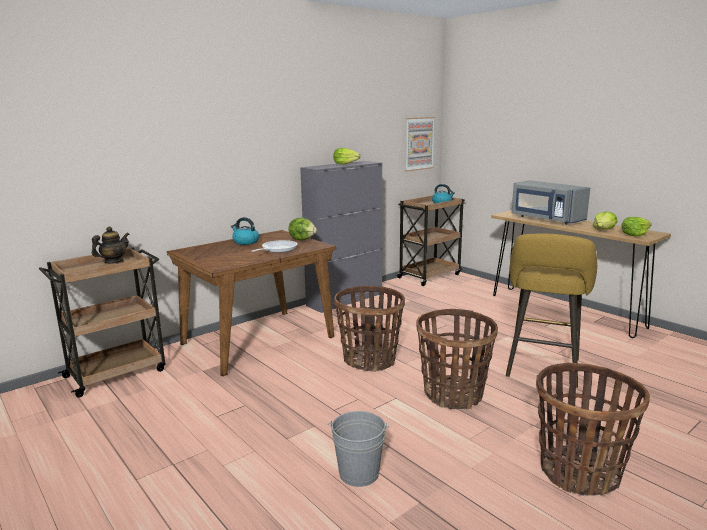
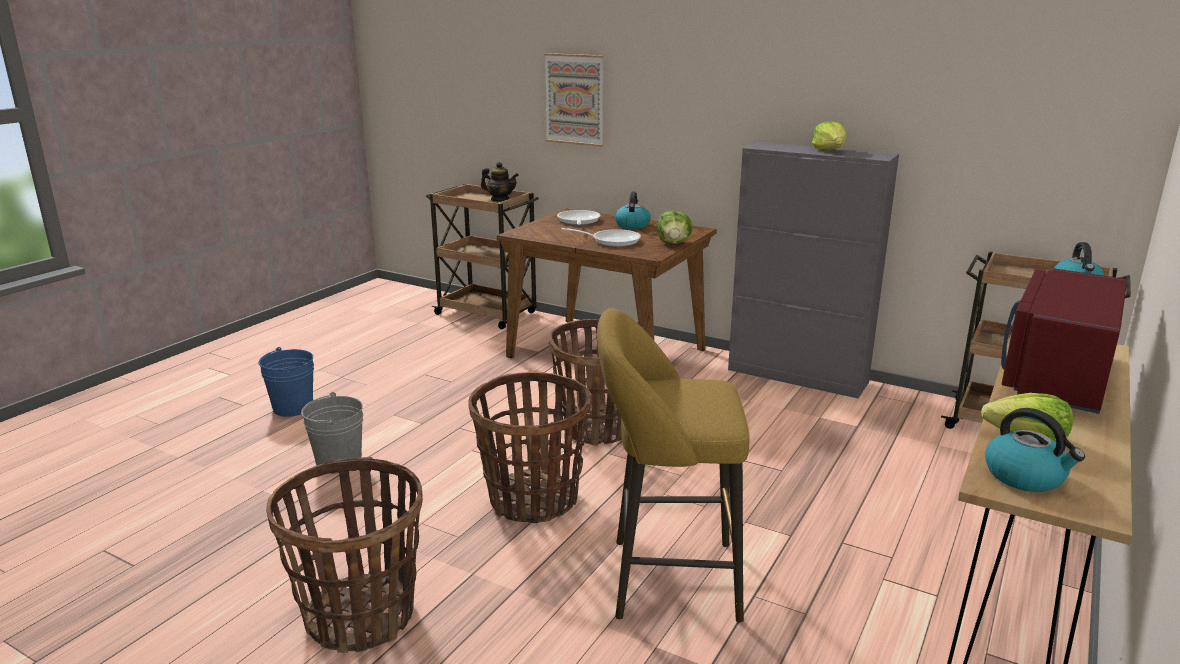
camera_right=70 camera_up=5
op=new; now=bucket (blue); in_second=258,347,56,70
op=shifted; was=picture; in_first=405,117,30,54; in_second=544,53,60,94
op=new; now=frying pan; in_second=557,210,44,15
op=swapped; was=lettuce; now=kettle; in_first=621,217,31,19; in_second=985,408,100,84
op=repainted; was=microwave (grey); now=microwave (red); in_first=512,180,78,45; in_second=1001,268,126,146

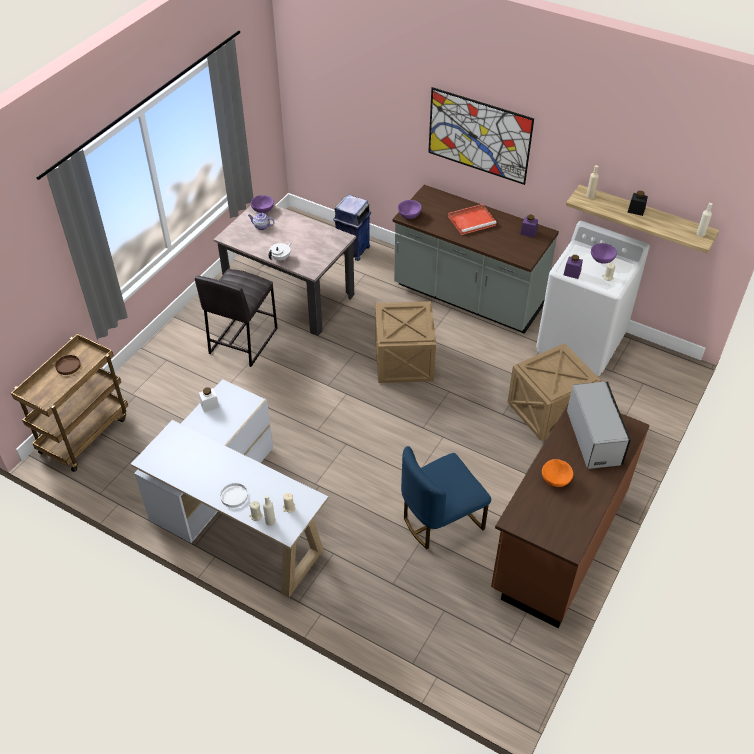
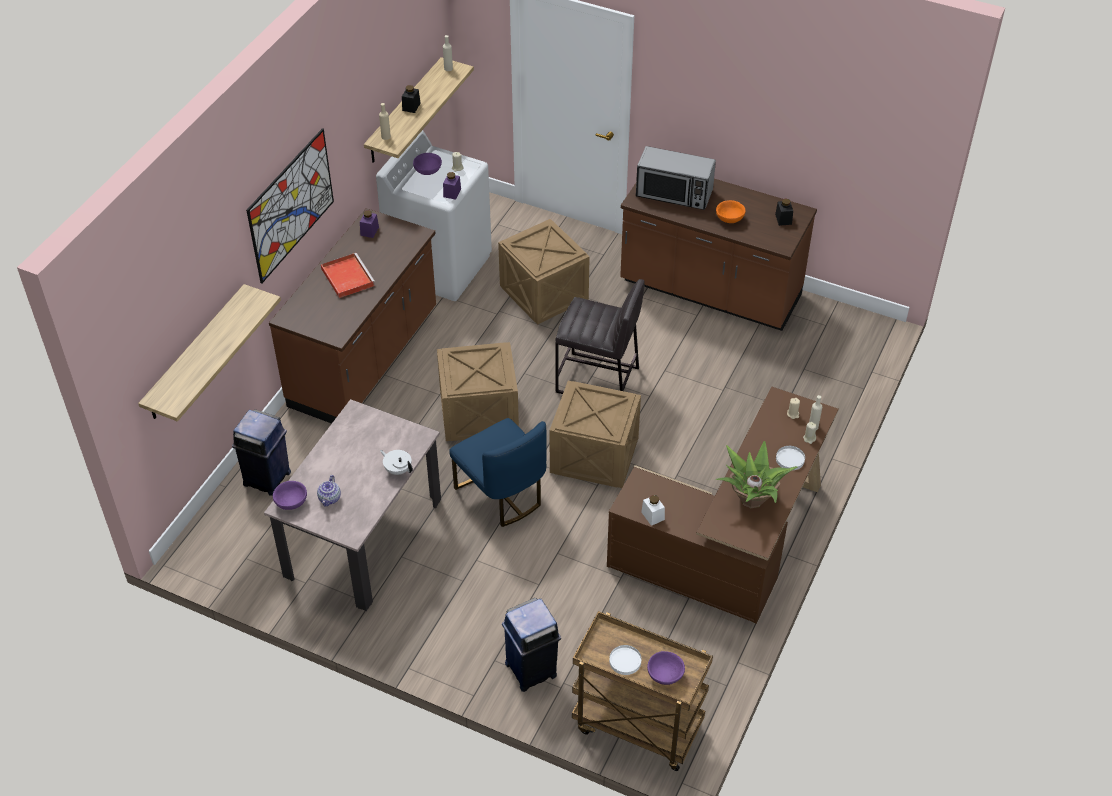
camera_right=-95 camera_up=0
op=new; now=shelf; in_second=138,284,143,138
op=repainted; was=counter (grey); now=counter (brown); in_first=393,185,166,149; in_second=269,208,167,216
op=shifted; was=chair (blue); in_first=401,446,90,103; in_second=449,418,98,109
op=new; now=trash can (blue); in_second=502,598,59,94
op=new; now=crate; in_second=550,381,91,107
op=shifted; was=stool (grey); in_first=195,269,82,98; in_second=555,279,90,115
op=repainted; was=desk (white); now=desk (brown); in_first=131,379,198,219; in_second=607,387,232,237
op=repainted; was=plate (brown); now=plate (white); in_first=55,355,26,20; in_second=609,645,32,30
op=rotated; was=microwave; in_first=567,382,64,87; in_second=636,146,80,64; clockwise=-150
op=shifted; was=bowl (purple); in_first=398,200,24,19; in_second=647,651,38,34
op=new; now=potted plant; in_second=716,441,81,67
op=new; now=jar (black); in_second=775,199,18,27

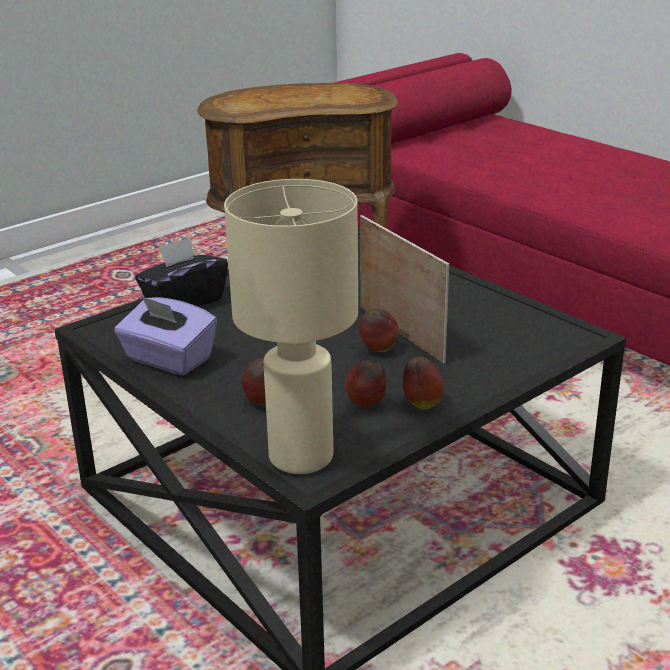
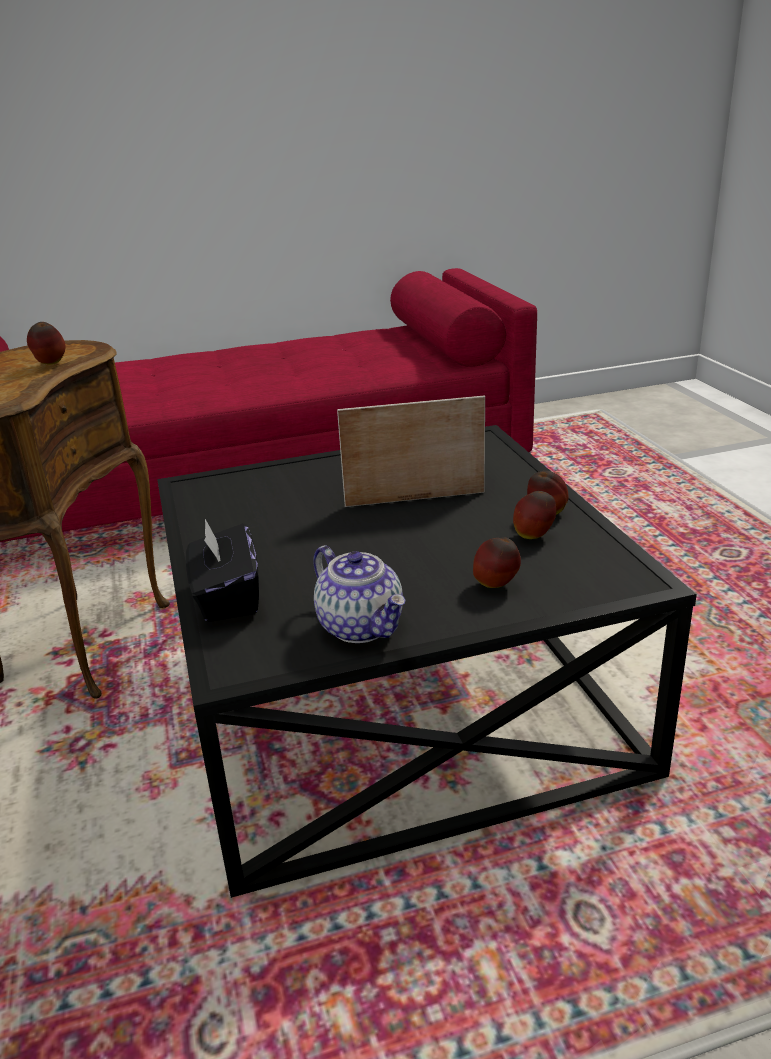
camera_right=-65 camera_up=0
op=shifted; was=apple; in_first=359,309,39,43; in_second=27,322,39,43
op=swapped; was=tissue box (purple); now=teapot; in_first=114,296,103,79; in_second=313,545,92,98
op=gone; was=table lamp (beige); in_first=224,179,134,295

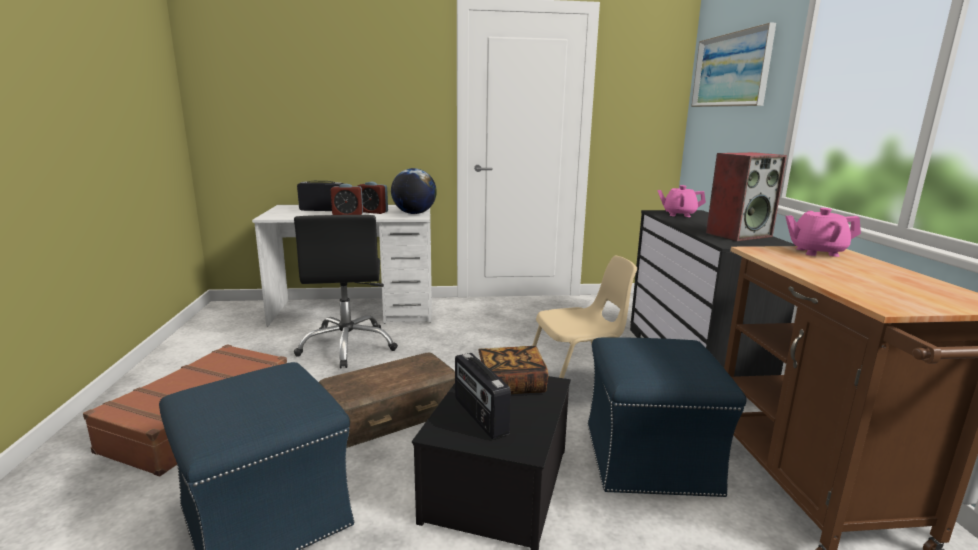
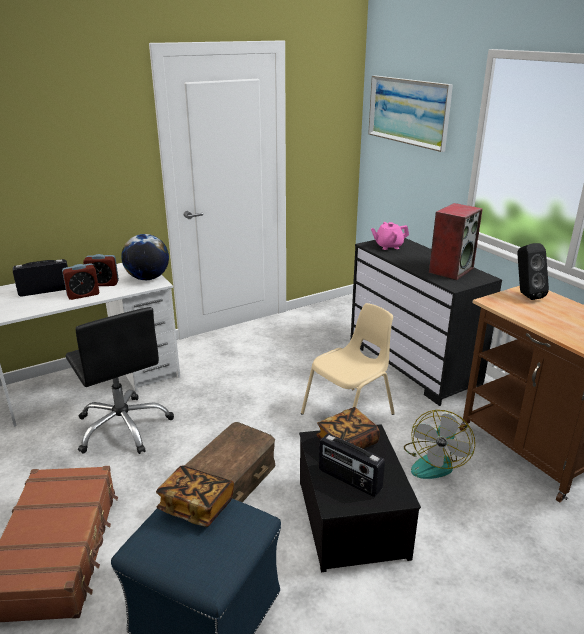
camera_right=-25 camera_up=10
op=new; now=book; in_second=156,465,78,62
op=swapped; was=ottoman (blue); now=fan; in_first=587,337,160,160; in_second=404,410,71,69
op=swapped; was=teapot (pink); now=speaker (black); in_first=785,208,76,49; in_second=517,243,32,57

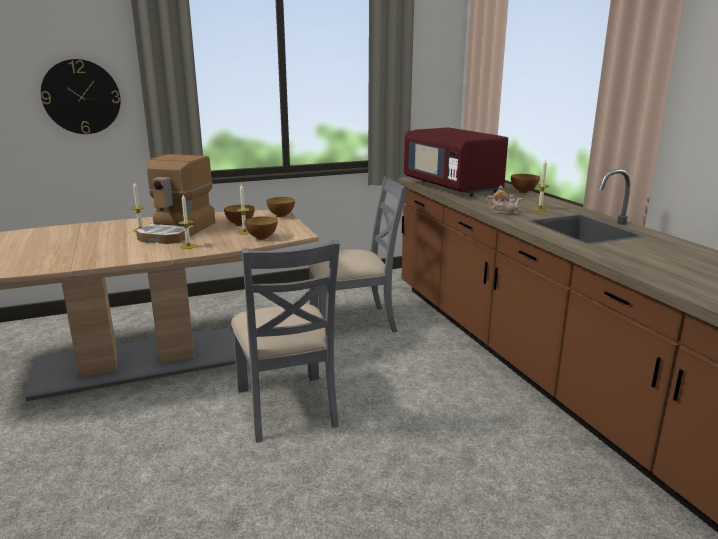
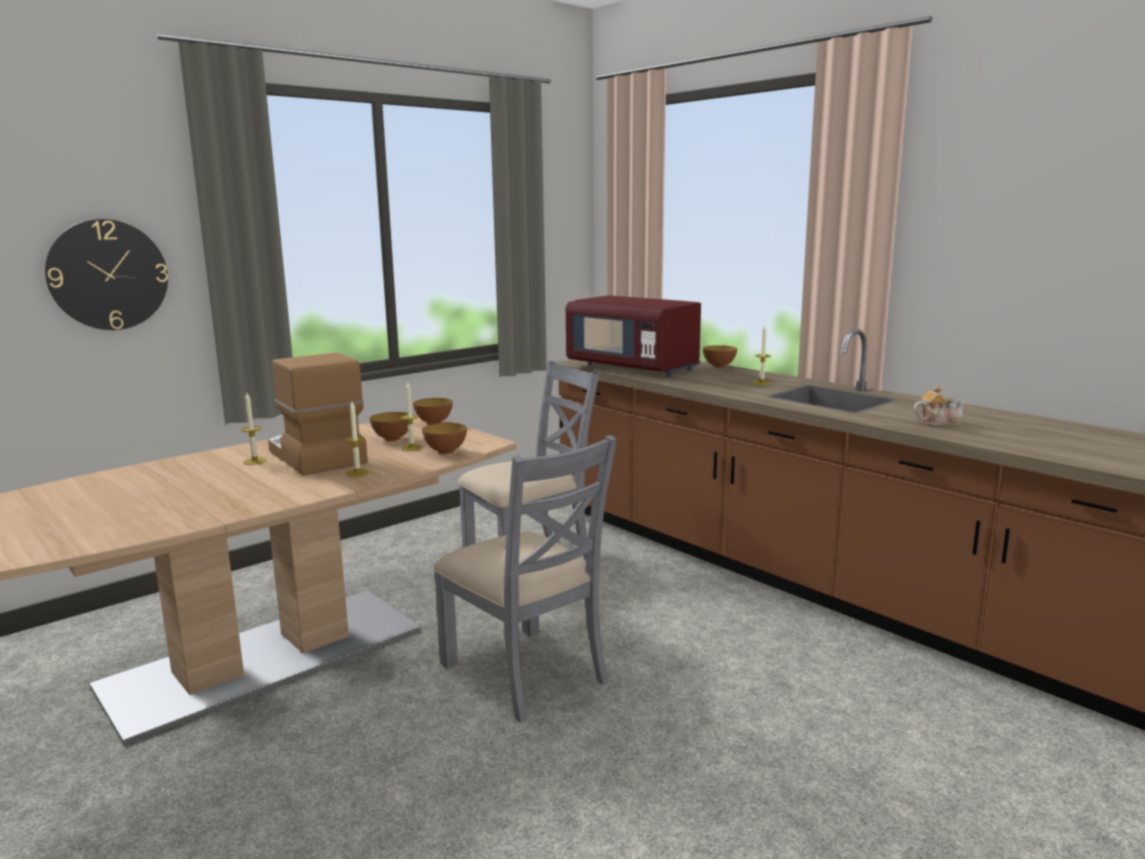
camera_right=-20 camera_up=-5
op=rotated; was=coffee machine; in_first=136,154,79,90; in_second=268,352,100,124; clockwise=150
op=shifted; was=teapot; in_first=486,185,36,30; in_second=914,386,52,40

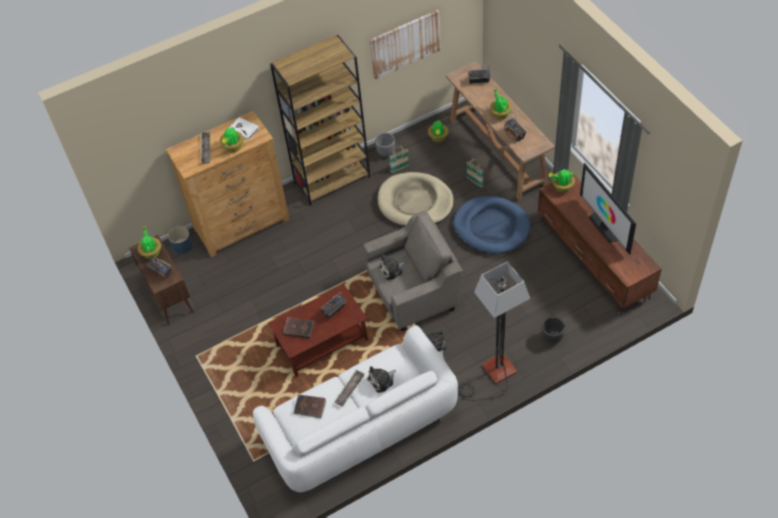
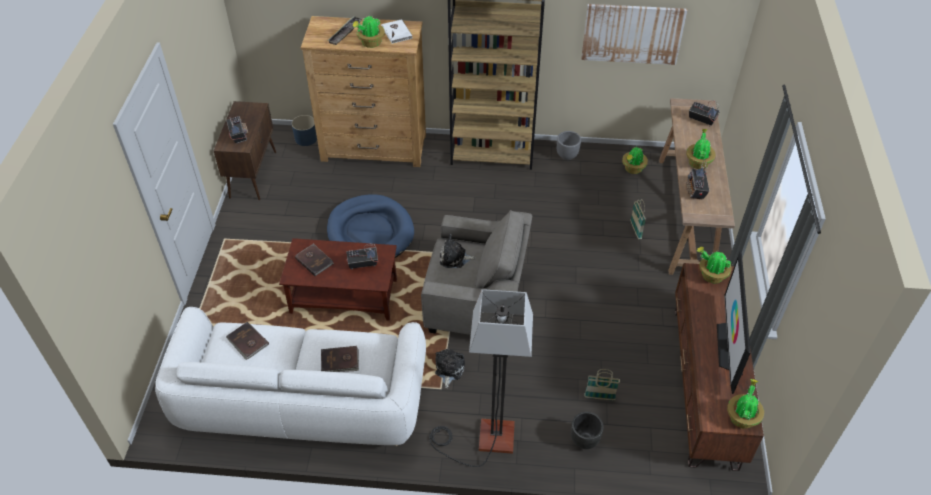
camera_right=30 camera_up=-5
op=swapped; was=plush toy; now=book (brown); in_first=367,366,29,27; in_second=321,346,38,26
op=shifted; was=dog bed (blue); in_first=453,196,78,58; in_second=327,194,87,64
op=shifted; was=basket; in_first=389,146,20,27; in_second=584,369,36,31
op=shifted; was=potted plant; in_first=138,226,23,33; in_second=727,379,37,50
op=gone; was=tray; in_first=334,370,31,37
op=gone; was=dog bed (beige); in_first=378,172,76,54

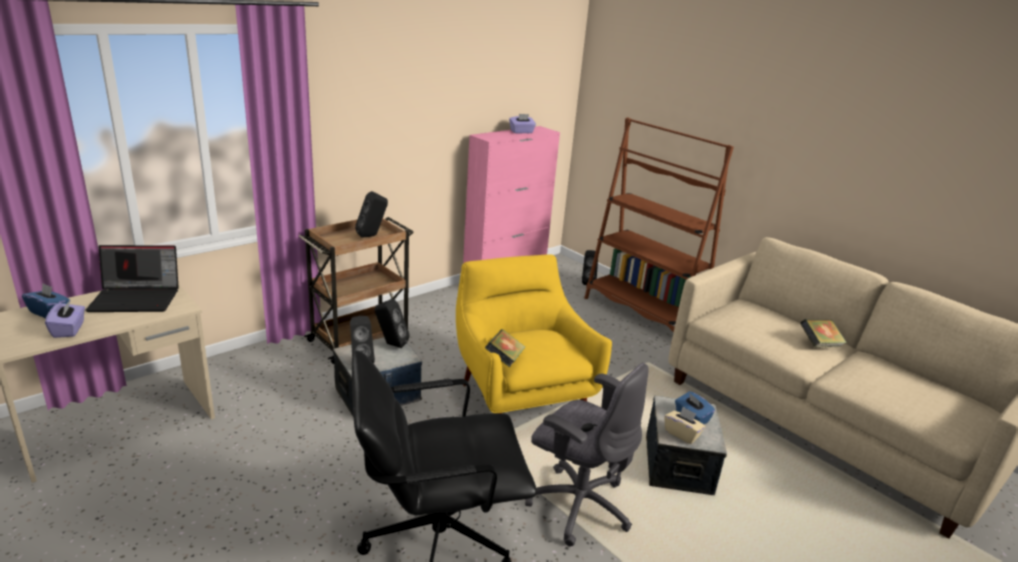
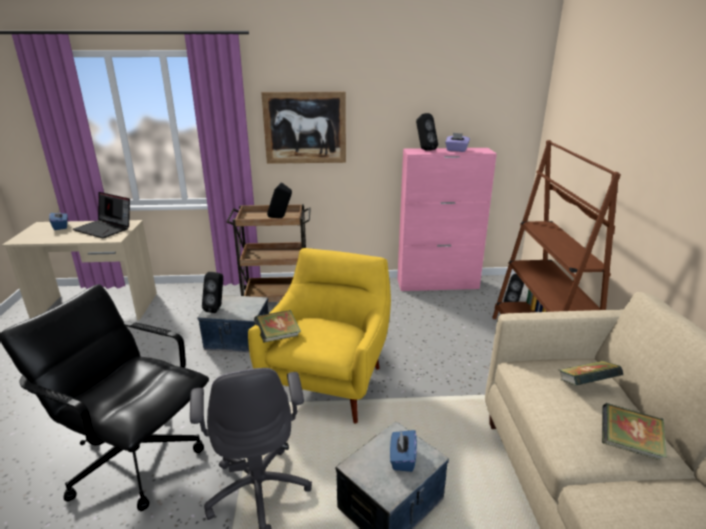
camera_right=40 camera_up=0
op=new; now=picture; in_second=261,92,85,72
op=shifted; was=speaker (black); in_first=375,299,35,49; in_second=416,113,22,38
op=new; now=book; in_second=559,361,64,25
op=gone; was=tissue box (purple); in_first=45,299,40,39
op=gone; was=tissue box (beige); in_first=664,407,42,37

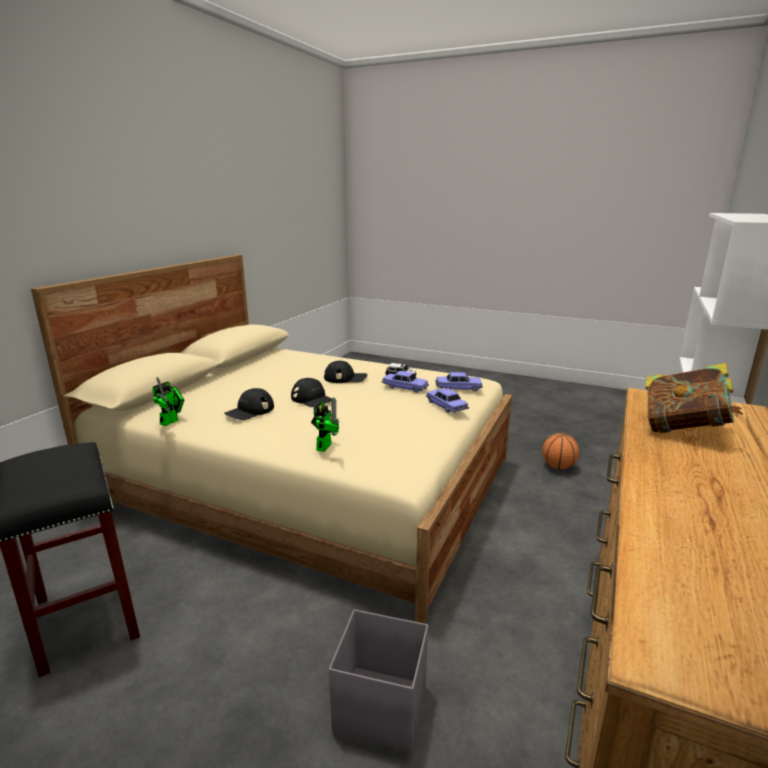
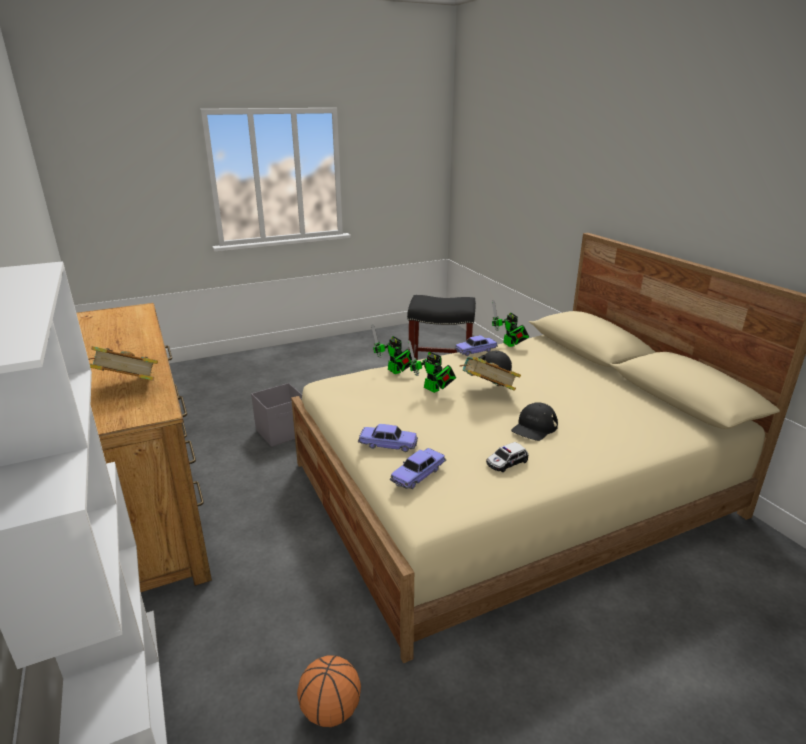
camera_right=130 camera_up=5
op=new; now=toy robot; in_second=408,340,48,53
op=shifted; was=toy car; in_first=382,371,47,22; in_second=455,335,43,21
op=swapped; was=cap (black); now=book; in_first=291,378,41,29; in_second=460,357,61,34

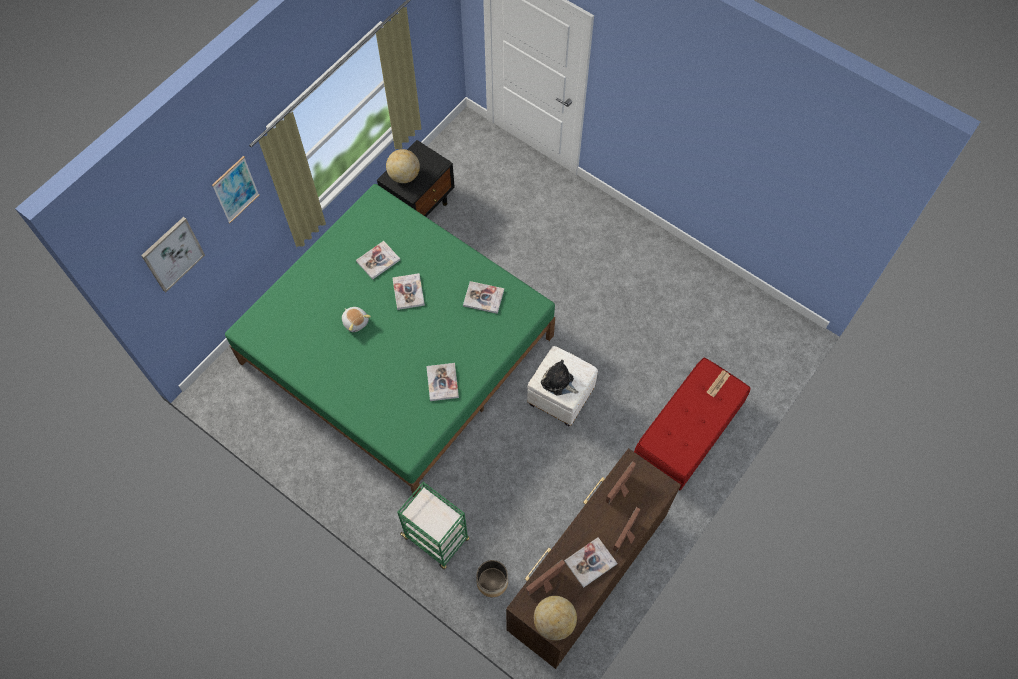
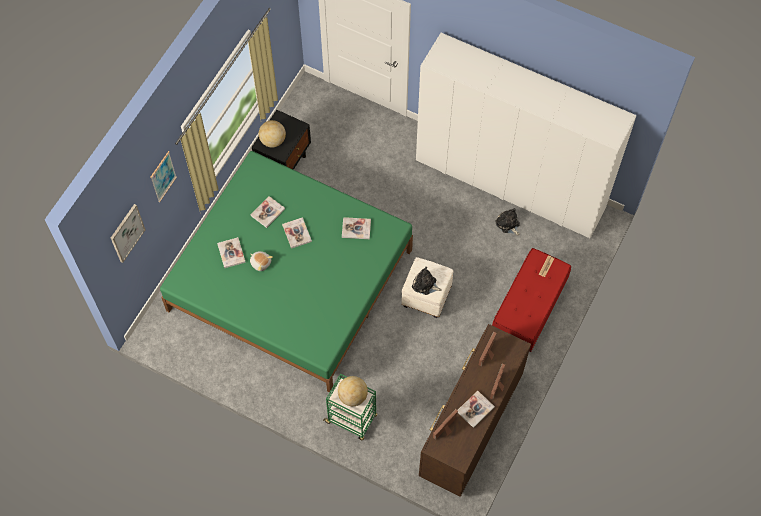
camera_right=-10 camera_up=0
op=shifted; was=book; in_first=426,363,33,38; in_second=217,237,29,31
op=shifted; was=globe; in_first=534,596,43,45; in_second=338,376,30,30
op=new; now=wardrobe (white); in_second=416,33,221,205
op=new; now=plush toy; in_second=495,208,25,28
op=gone; was=planter; in_first=476,560,32,37

